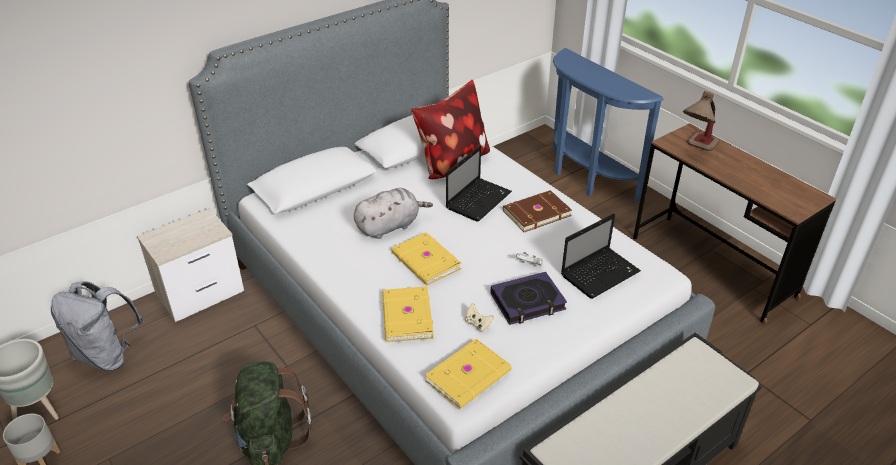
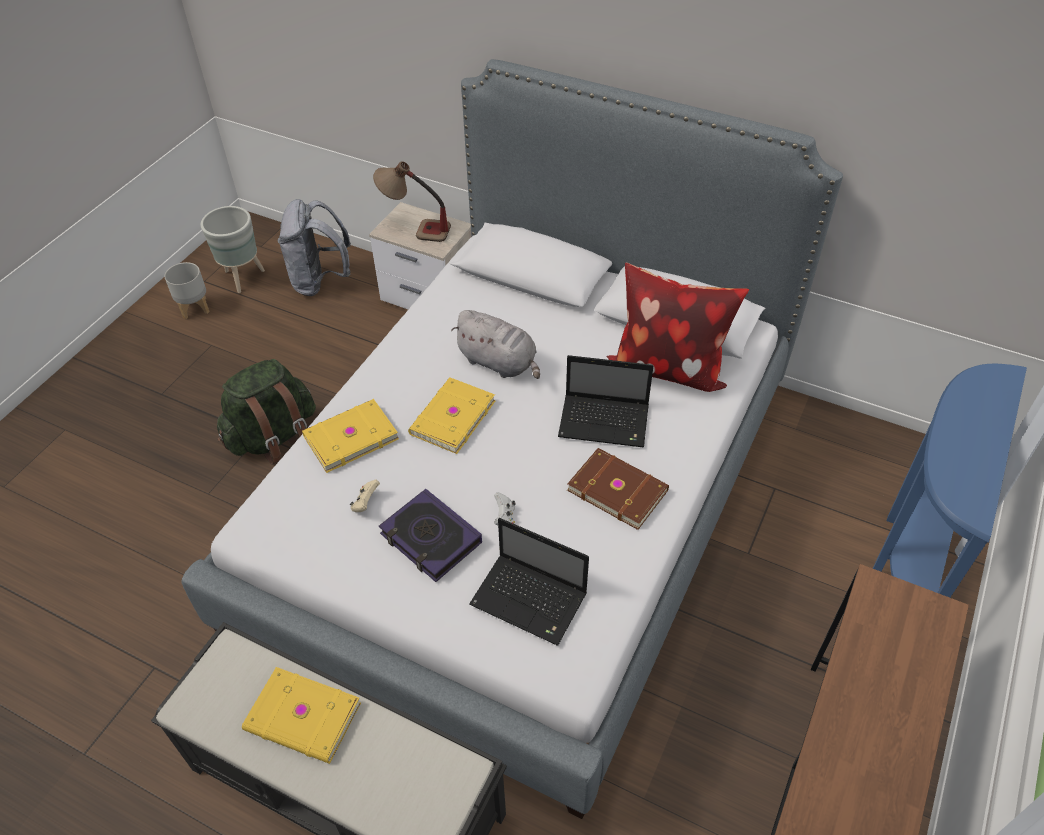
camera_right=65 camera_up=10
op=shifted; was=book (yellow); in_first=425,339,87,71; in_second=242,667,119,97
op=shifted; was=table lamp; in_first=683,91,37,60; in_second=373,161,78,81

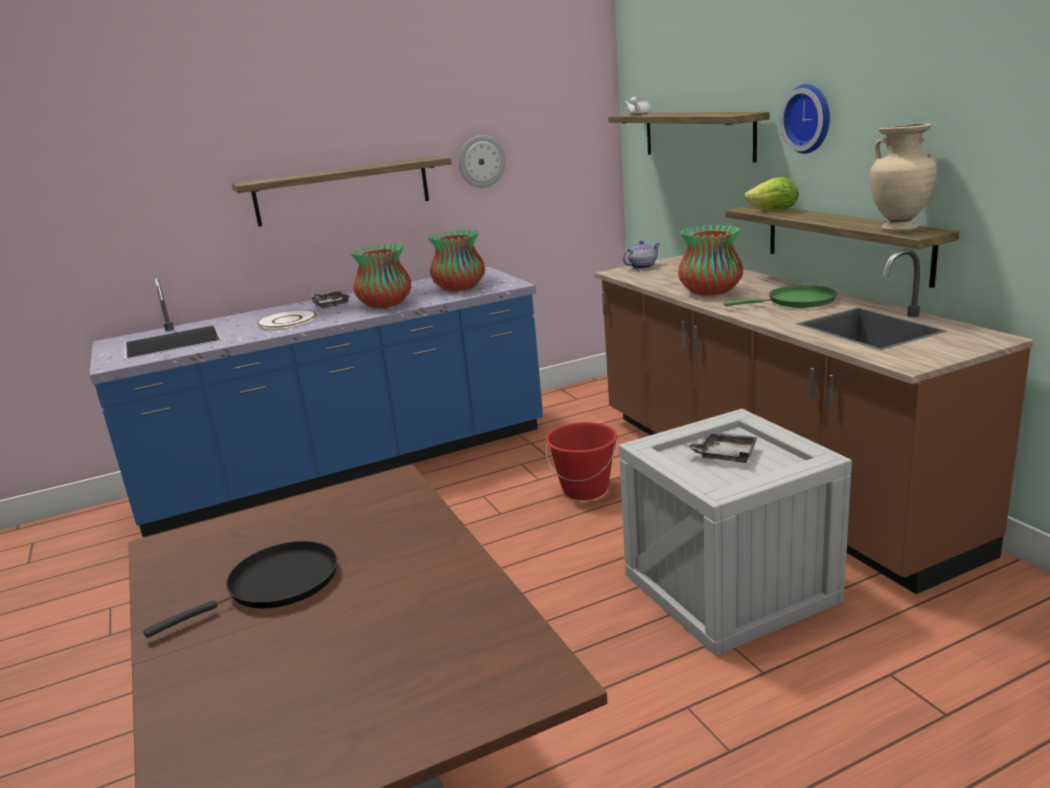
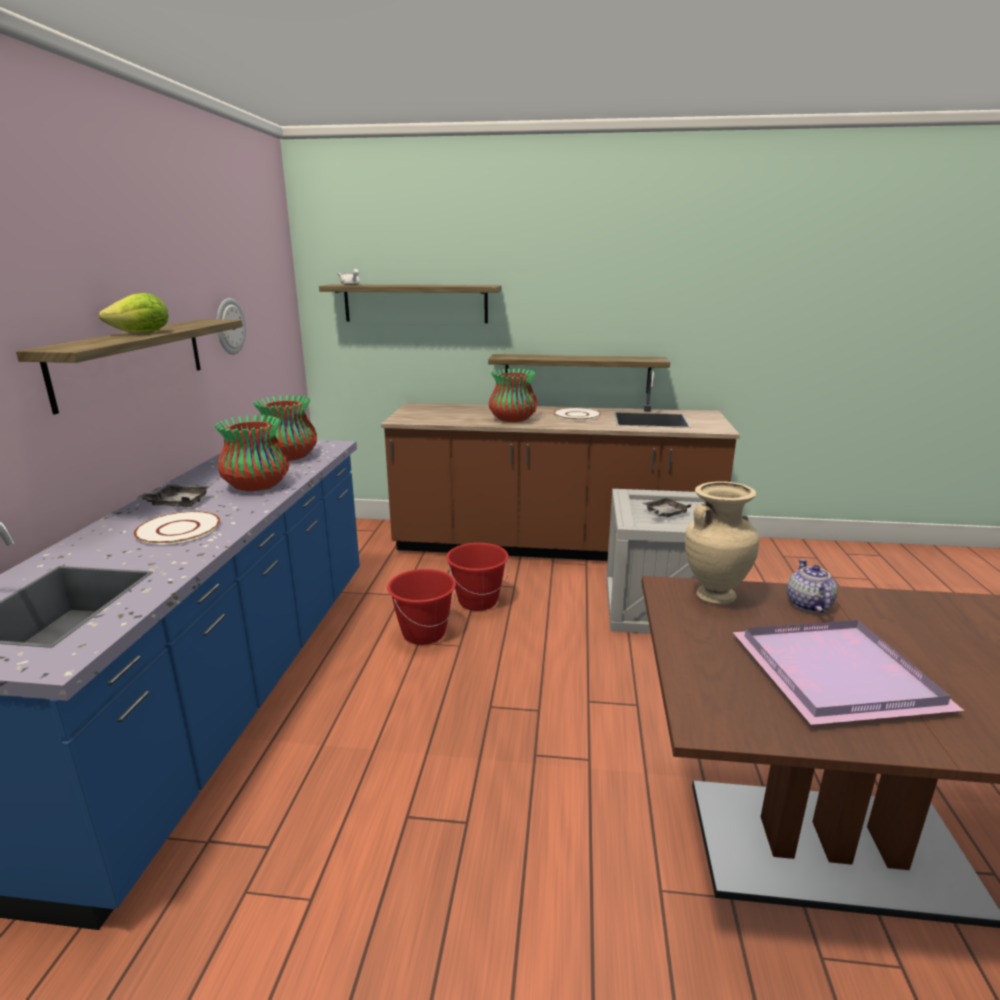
camera_right=-60 camera_up=0
op=shifted; was=lettuce; in_first=745,177,53,34; in_second=99,293,69,40
op=new; now=bucket (red); in_second=387,569,69,76
op=swapped; was=frying pan (green); now=plate (white); in_first=724,285,113,23; in_second=554,408,47,13
op=shifted; was=vase (beige); in_first=870,124,67,107; in_second=685,481,74,124
op=swapped; was=frying pan (black); now=tray (purple); in_first=143,541,194,97; in_second=733,620,232,105
op=shifted; was=teapot; in_first=622,240,38,29; in_second=787,559,51,54
op=gone; was=wall clock; in_first=779,84,51,70

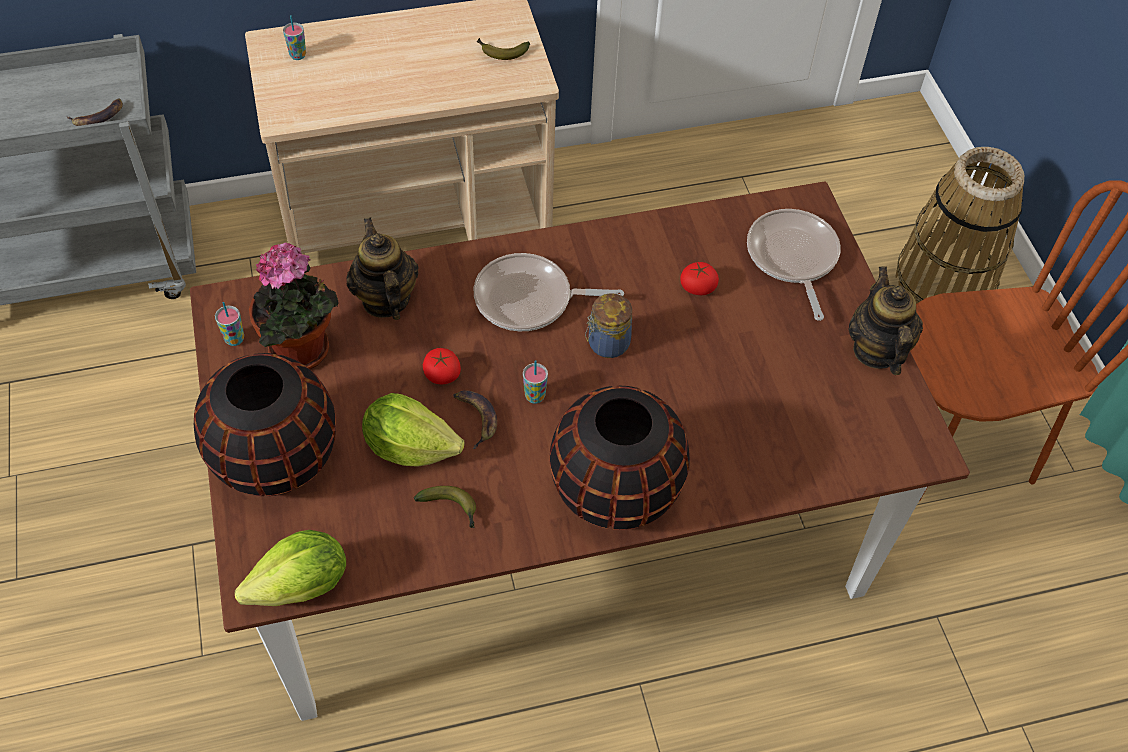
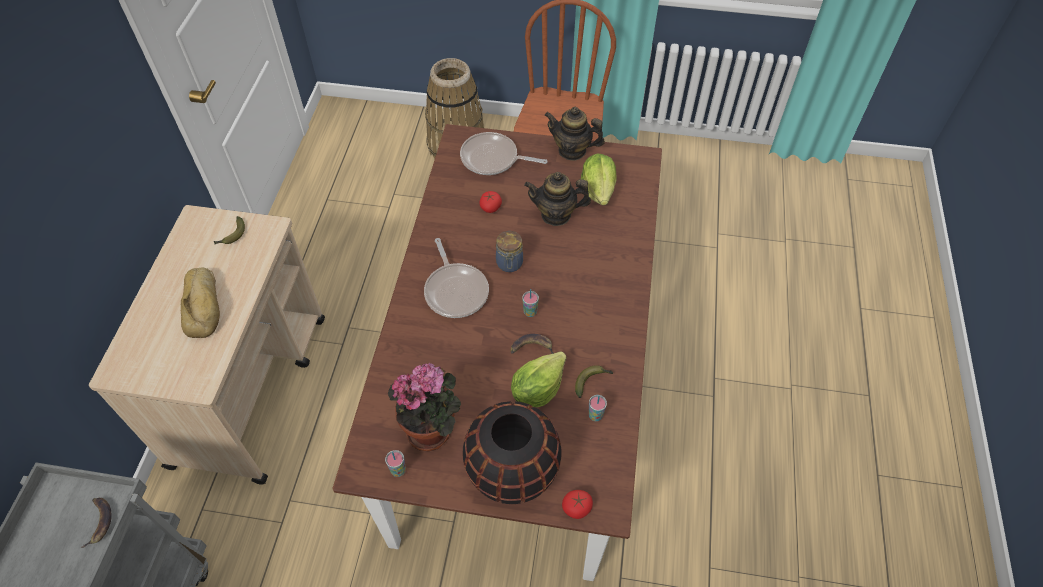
camera_right=-65 camera_up=0
op=new; now=bread; in_second=181,268,39,70
op=rotated; was=frying pan; in_first=474,253,150,78; in_second=424,238,65,80; clockwise=-45
op=shifted; was=teapot; in_first=347,217,72,103; in_second=524,172,67,54
op=shifted; was=tomato; in_first=423,348,38,36; in_second=562,490,31,29
op=shifted; was=lettuce; in_first=235,530,111,76; in_second=581,154,35,51
op=shifted; was=cup; in_first=283,15,23,45; in_second=589,395,18,26
op=gone; was=vase (black); in_first=549,386,141,144

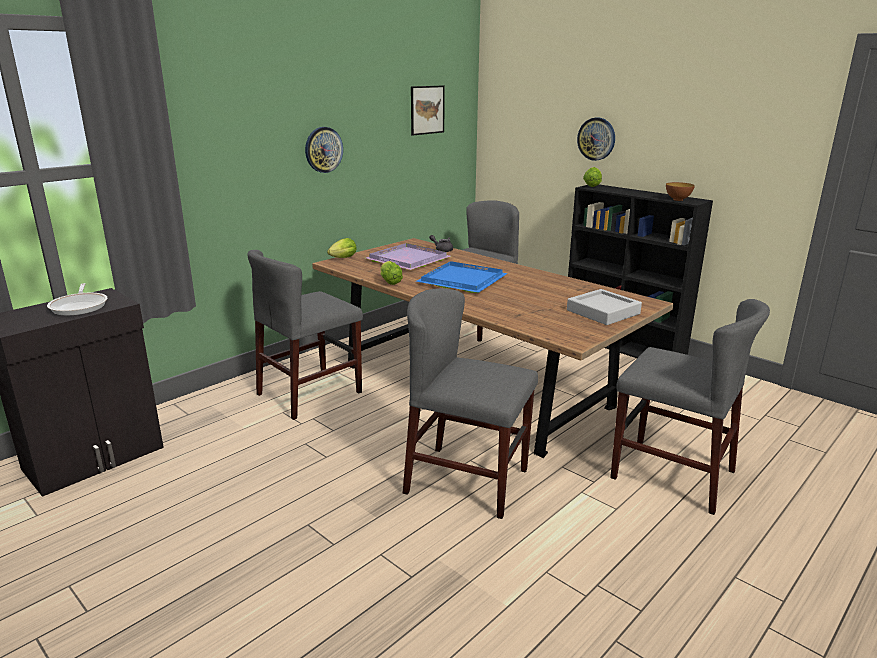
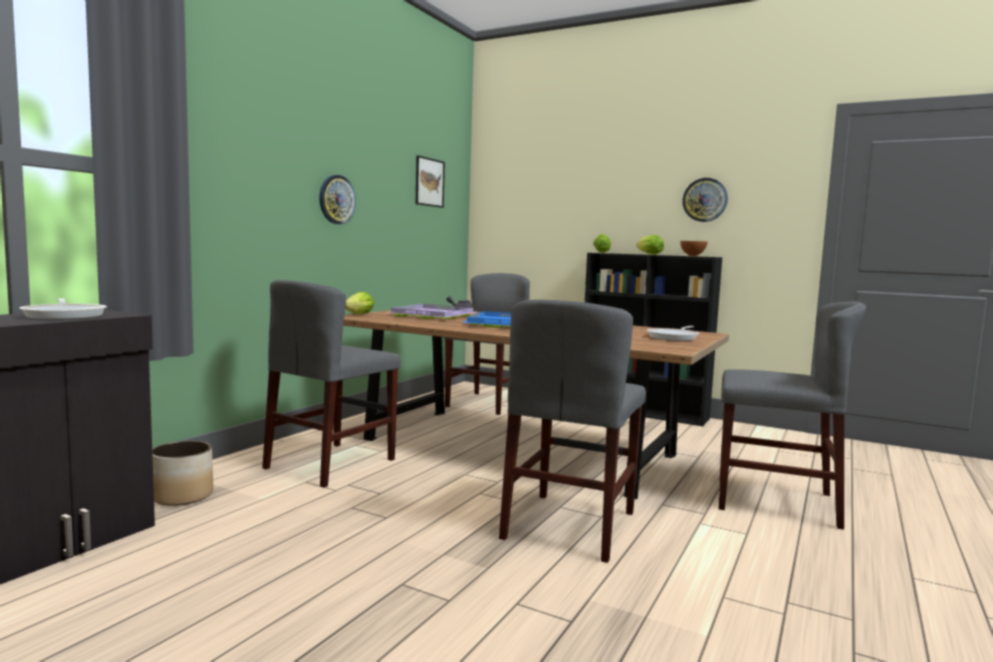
camera_right=-15 camera_up=-15
op=new; now=planter; in_second=152,441,61,65
op=rotated; was=chair (grey); in_first=403,288,135,231; in_second=499,299,147,264; clockwise=-75
op=shifted; was=lettuce; in_first=380,261,23,24; in_second=636,235,28,20
op=swapped; was=tray (grey); now=frying pan; in_first=567,289,75,36; in_second=647,326,52,15
op=shifted; was=wall clock; in_first=577,117,38,44; in_second=682,178,46,44

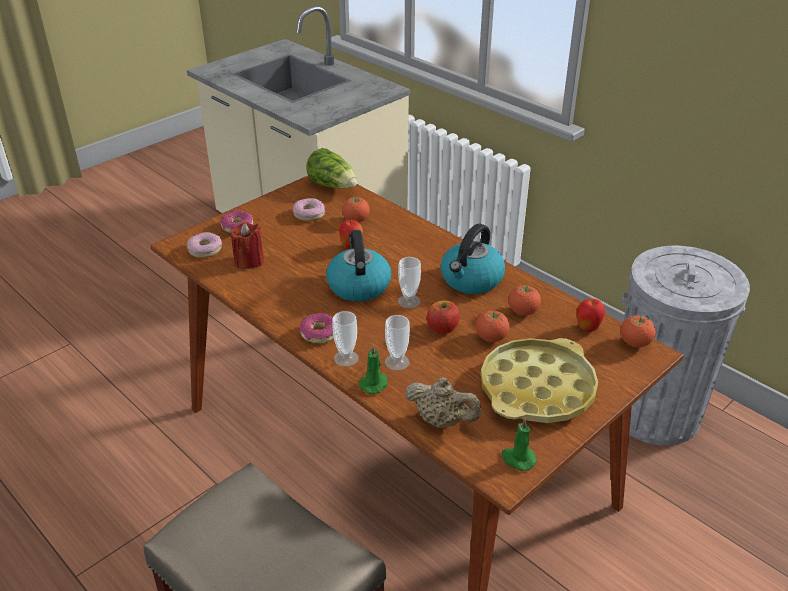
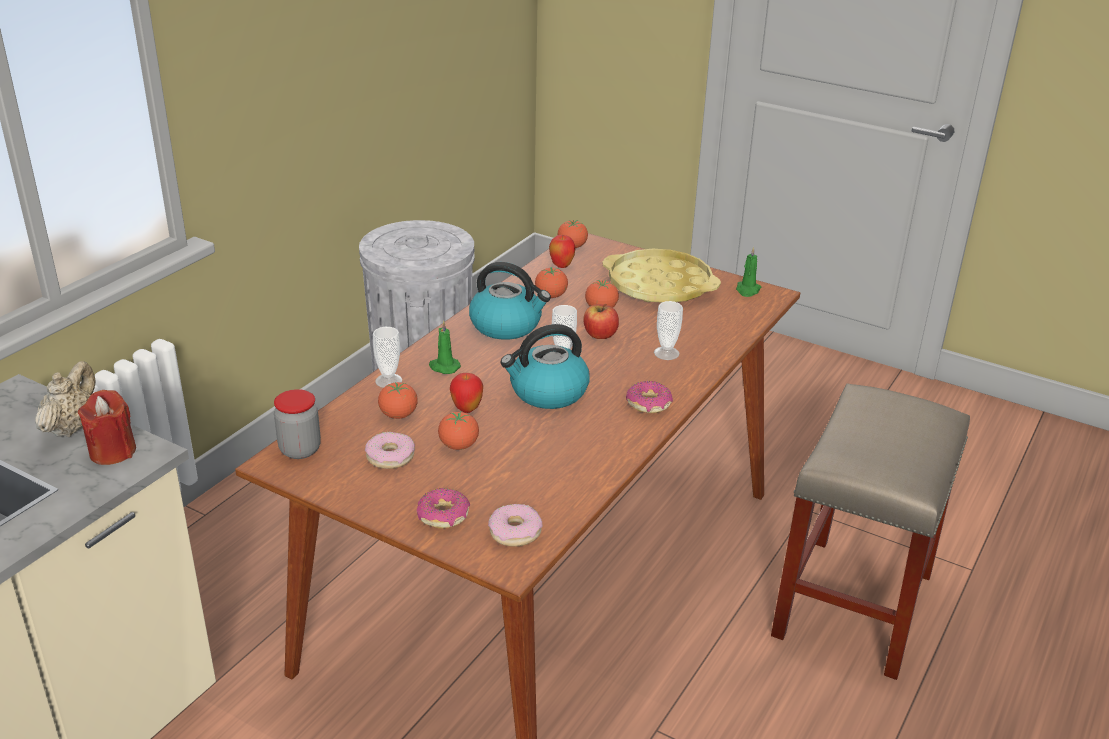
camera_right=-105 camera_up=-5
op=shifted; was=teapot (beige); in_first=405,377,76,51; in_second=35,361,60,76
op=shifted; was=candle (red); in_first=230,222,34,47; in_second=78,390,58,75
op=swapped; was=lettuce; now=jar; in_first=306,148,51,40; in_second=274,389,47,70
op=shifted; was=cup; in_first=332,311,27,56; in_second=373,327,29,61
op=shifted; was=candle (green); in_first=359,345,29,49; in_second=429,320,32,54
op=new; now=tomato; in_second=438,411,41,39

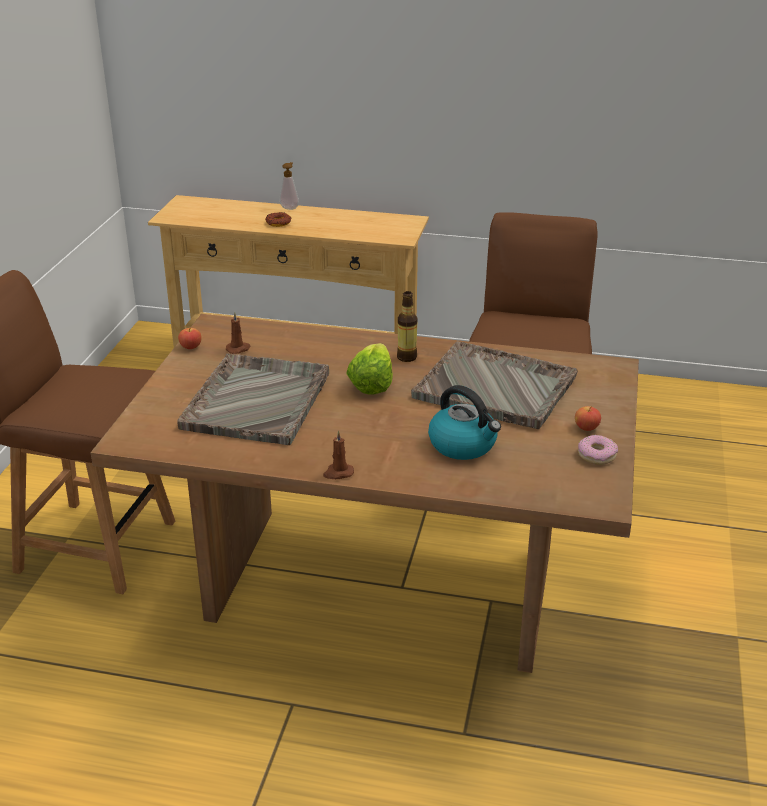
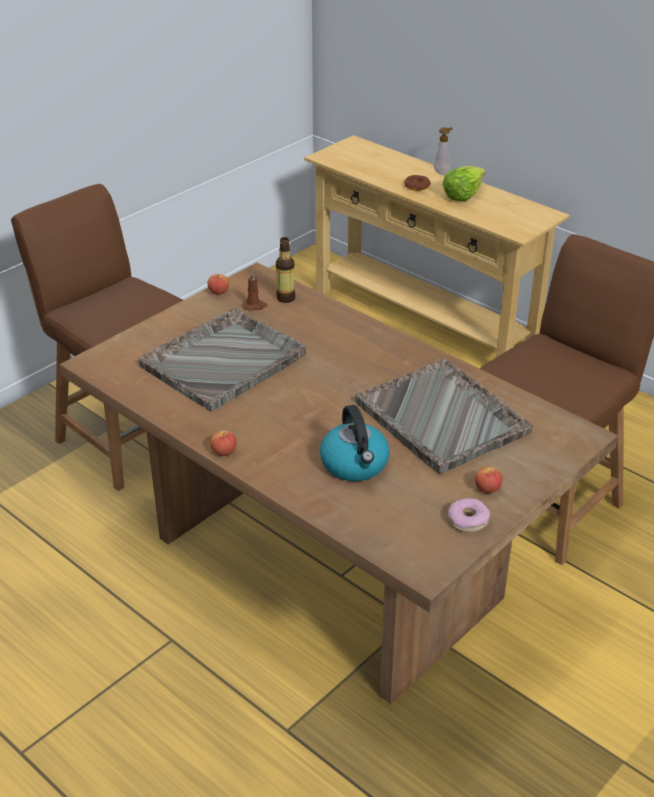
camera_right=30 camera_up=5
op=swapped; was=candle (brown); now=apple; in_first=323,431,31,48; in_second=210,430,27,26
op=shifted; was=bottle; in_first=397,291,21,71; in_second=276,237,19,66
op=shifted; was=lettuce; in_first=346,343,47,52; in_second=443,166,42,35

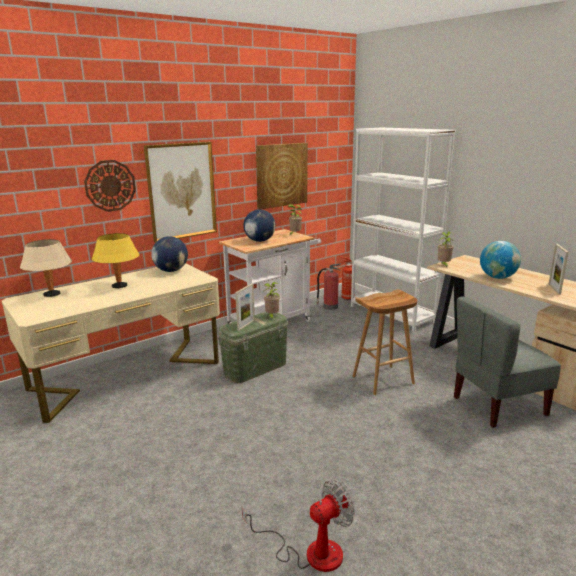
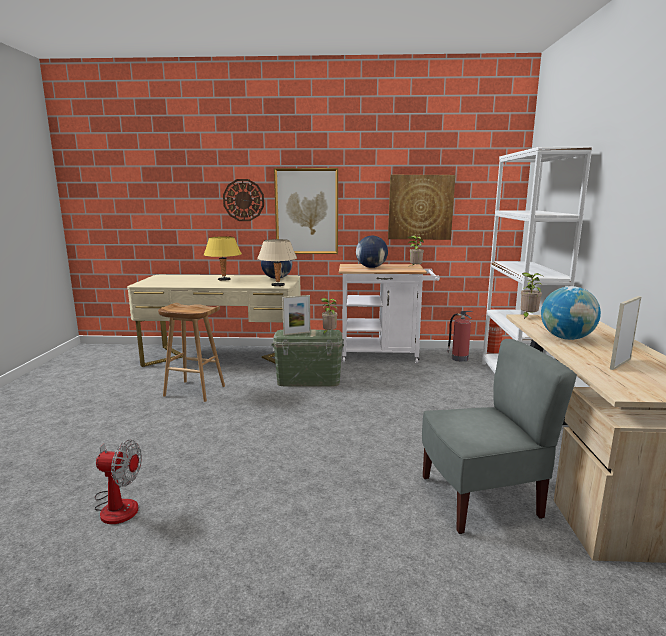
camera_right=40 camera_up=-5
op=shifted; was=stool (brown); in_first=353,289,64,106; in_second=158,303,67,99
op=shifted; was=table lamp (beige); in_first=20,239,52,58; in_second=257,239,40,48
op=rotated; was=chair (grey); in_first=454,296,107,132; in_second=422,339,155,195; clockwise=150

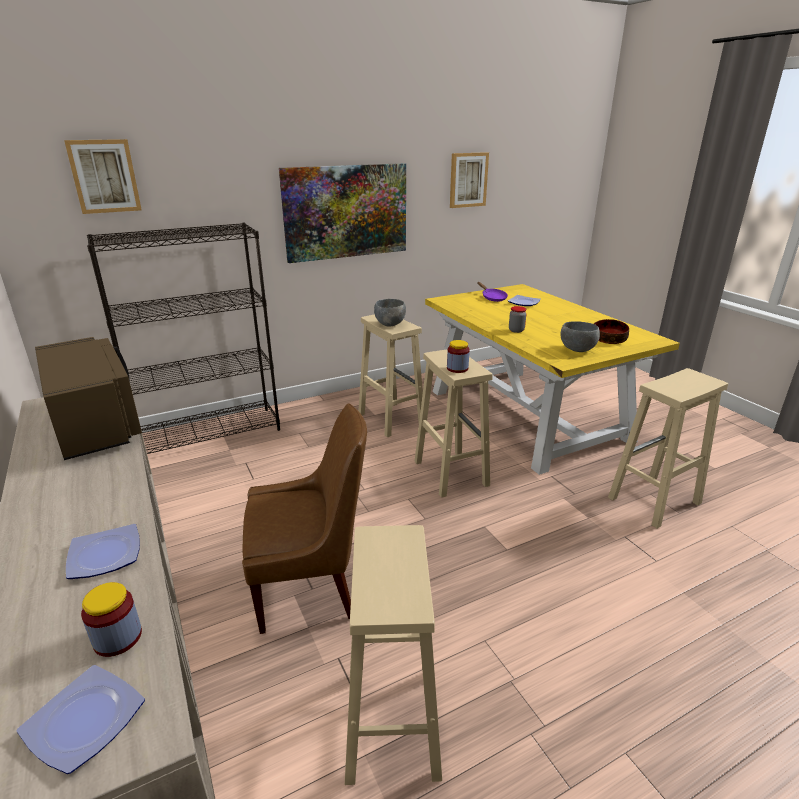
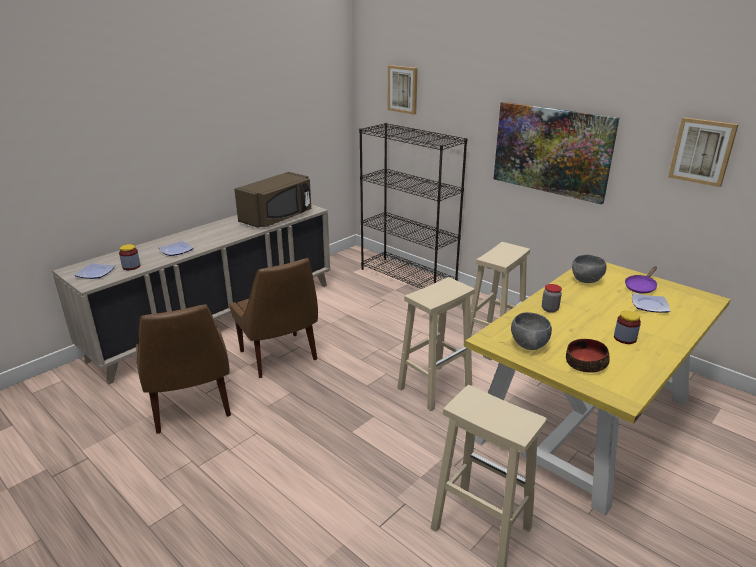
camera_right=70 camera_up=0
op=swapped; was=stool (beige); now=chair (brown); in_first=345,525,97,260; in_second=136,304,95,130
op=shifted; was=bowl (grey); in_first=374,299,32,28; in_second=572,255,35,28
op=shifted; was=jar; in_first=447,340,23,33; in_second=614,311,27,33

